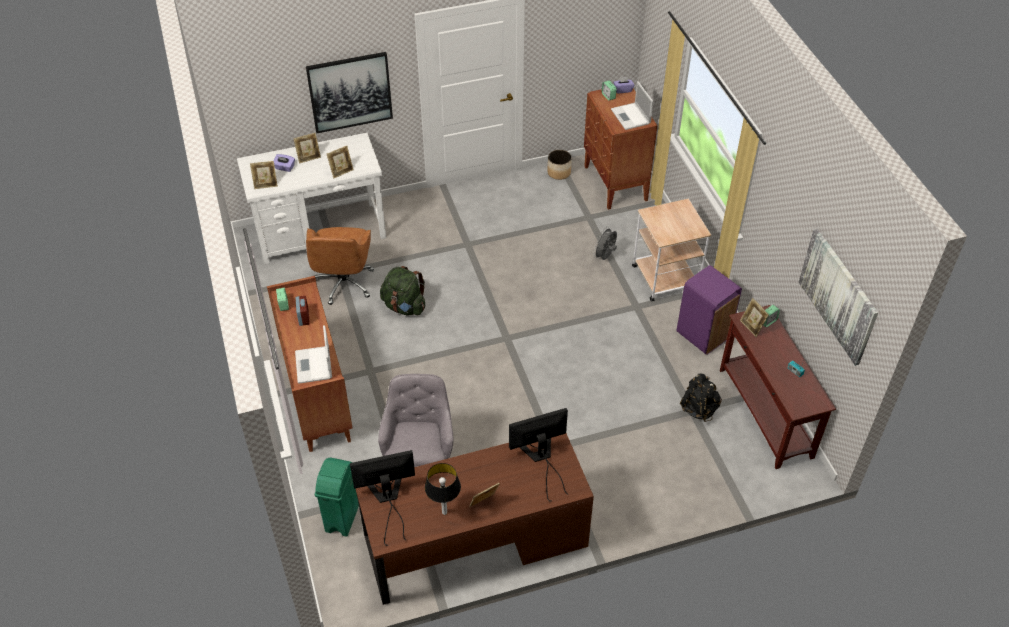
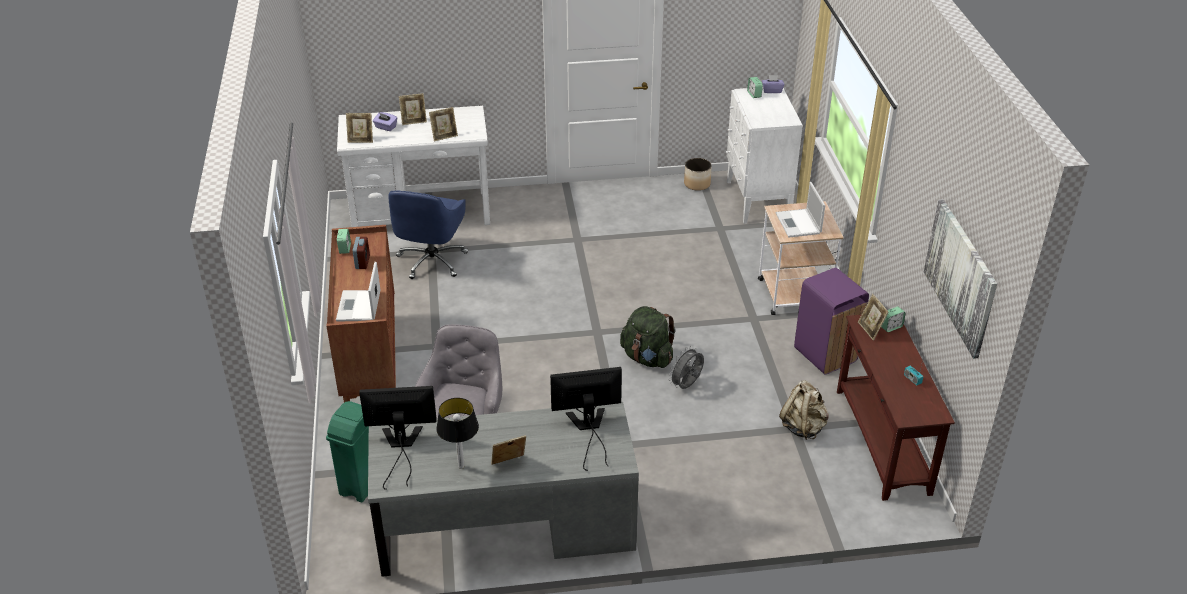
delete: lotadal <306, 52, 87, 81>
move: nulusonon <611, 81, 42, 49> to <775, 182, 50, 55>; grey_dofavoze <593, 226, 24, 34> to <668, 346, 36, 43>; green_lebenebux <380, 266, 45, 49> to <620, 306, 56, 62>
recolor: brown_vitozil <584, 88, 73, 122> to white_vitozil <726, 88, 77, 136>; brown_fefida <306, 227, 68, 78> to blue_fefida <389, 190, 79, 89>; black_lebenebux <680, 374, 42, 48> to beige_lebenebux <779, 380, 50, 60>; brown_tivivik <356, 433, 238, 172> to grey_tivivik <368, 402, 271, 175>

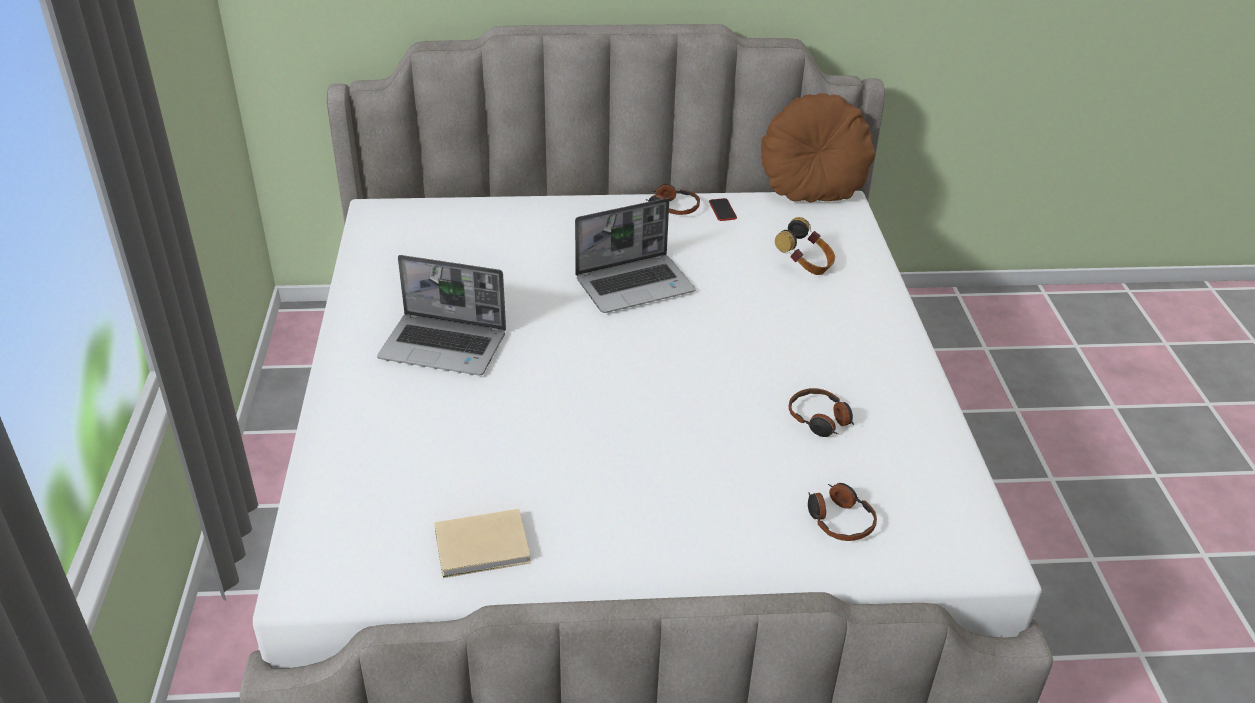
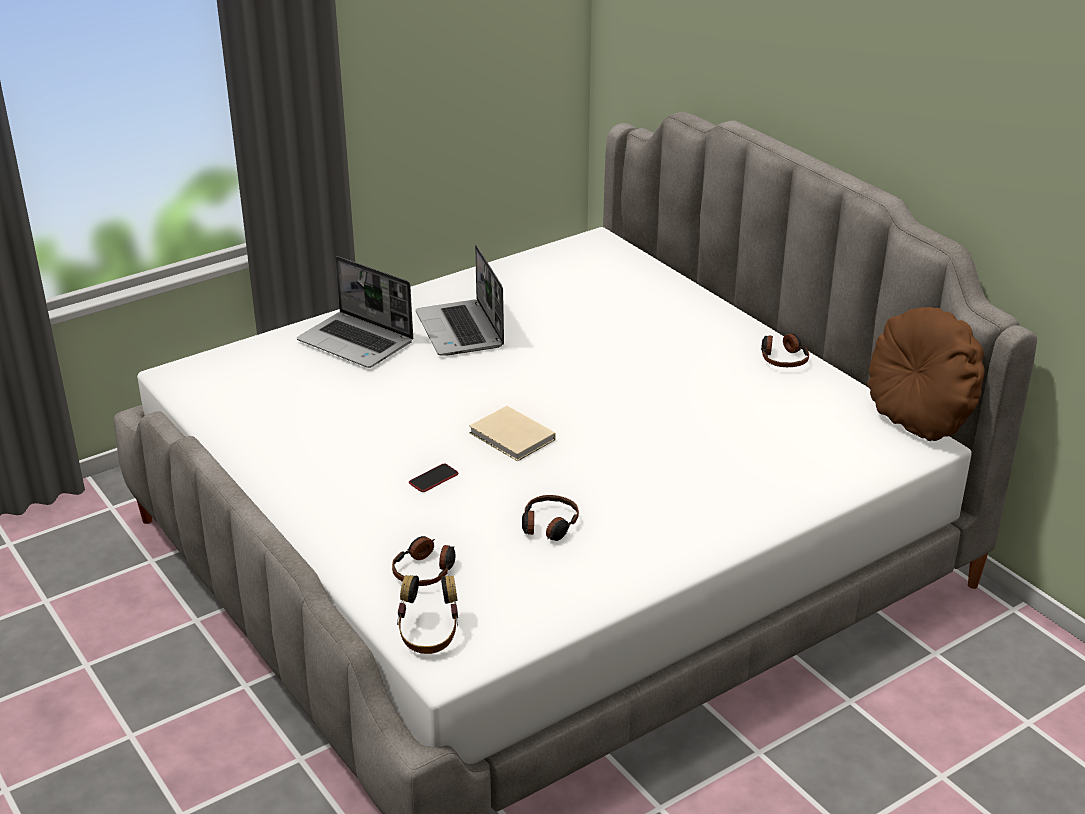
move: nulusonon <575, 198, 121, 115> to <297, 256, 116, 112>; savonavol <709, 198, 28, 23> to <409, 463, 50, 29>; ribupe <775, 217, 60, 58> to <397, 575, 61, 79>; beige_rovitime <434, 509, 97, 69> to <469, 406, 87, 55>

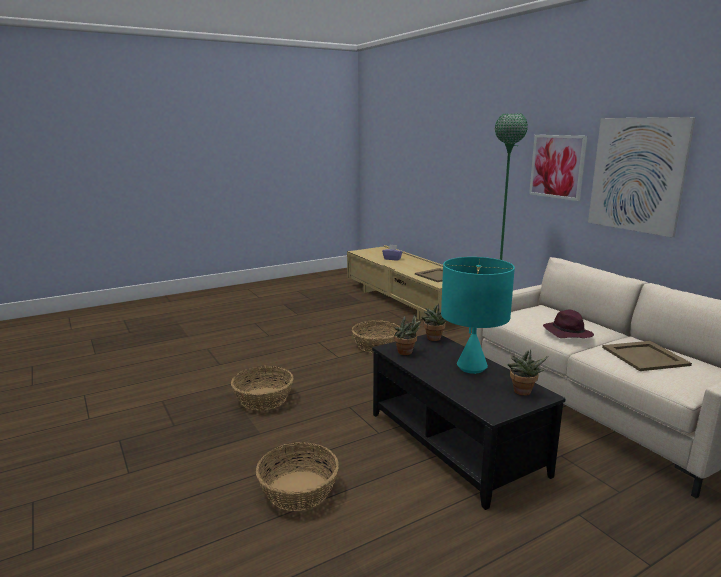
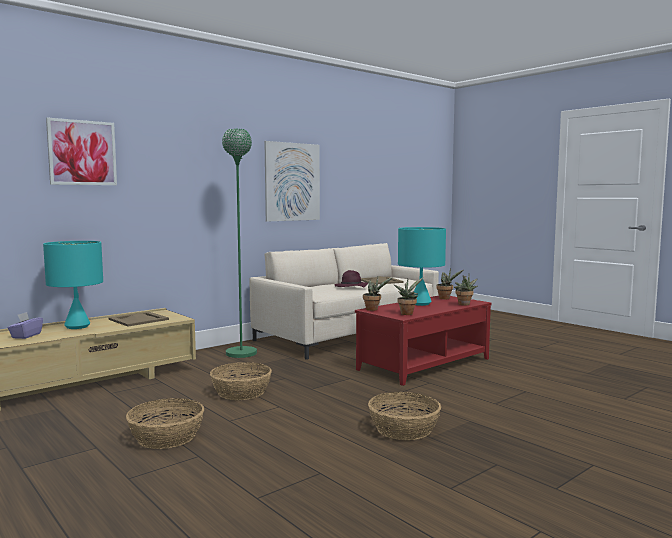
insert: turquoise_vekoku <43, 241, 60, 88>; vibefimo <454, 275, 24, 30>
move: lotadal <529, 135, 58, 66> to <46, 117, 71, 68>; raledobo <256, 442, 83, 69> to <126, 398, 78, 51>
recolor: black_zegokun <372, 334, 194, 176> to red_zegokun <355, 296, 137, 90>

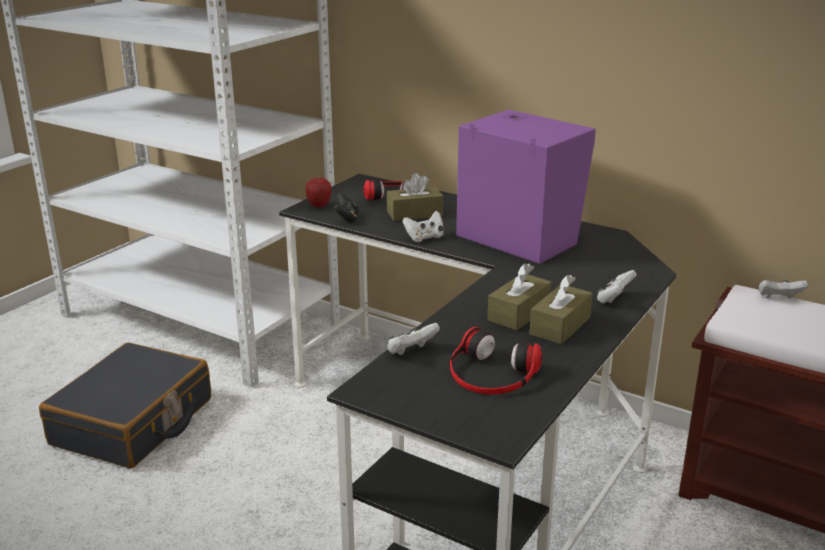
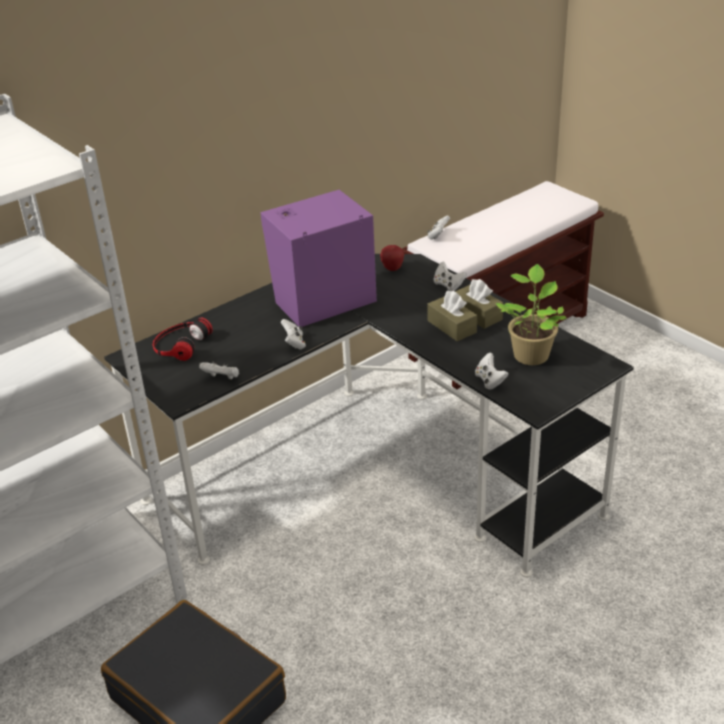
delete: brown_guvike <387, 173, 56, 48>
move: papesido <305, 177, 27, 31> to <380, 245, 24, 26>
replace: ribupe <450, 327, 92, 68> to vibefimo <496, 264, 71, 101>
recolor: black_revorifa <334, 192, 24, 31> to white_revorifa <199, 361, 40, 19>

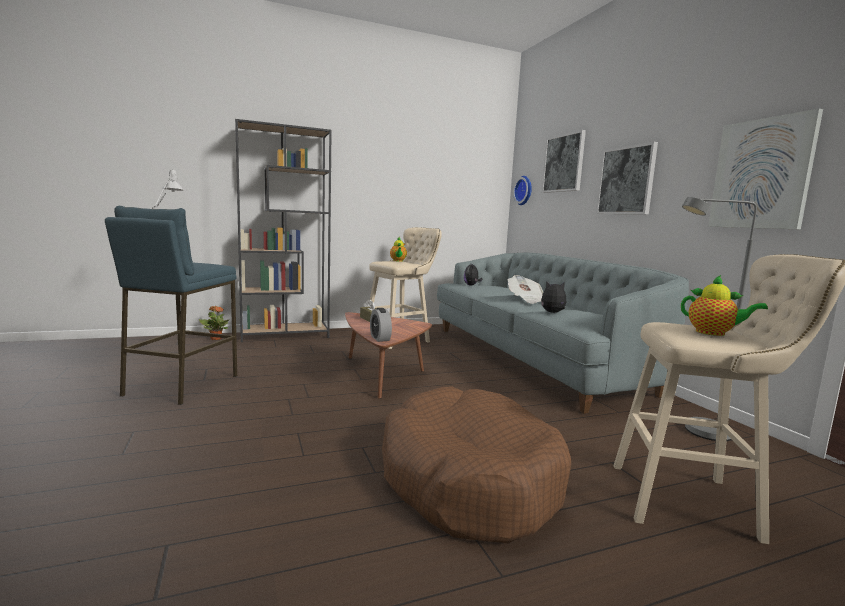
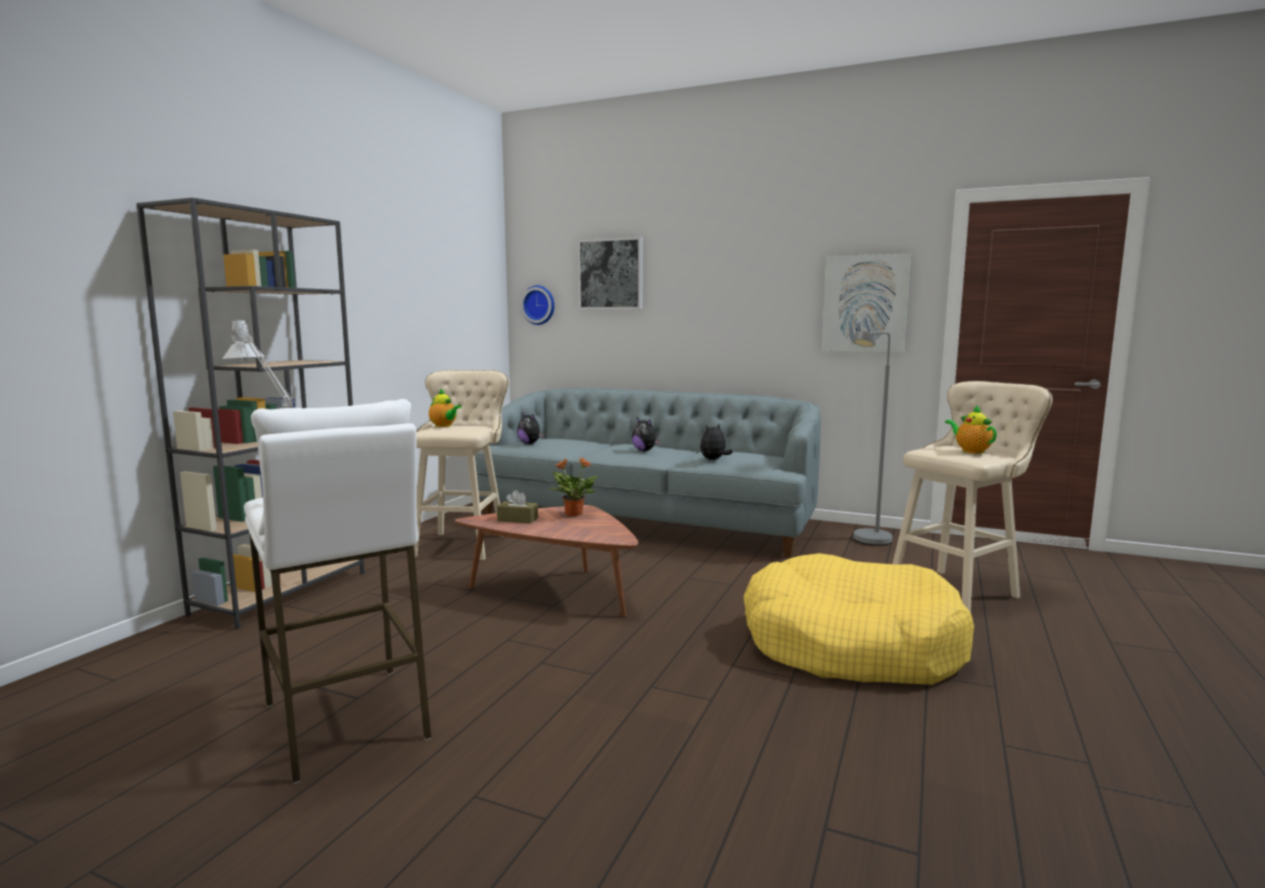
delete: lotadal <596, 142, 62, 72>; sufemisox <370, 308, 22, 34>
move: vibefimo <199, 306, 30, 34> to <548, 458, 50, 58>
replace: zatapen <508, 275, 35, 29> to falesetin <632, 418, 28, 33>
recolor: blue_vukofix <105, 206, 132, 199> to white_vukofix <244, 399, 187, 385>; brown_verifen <382, 387, 189, 156> to yellow_verifen <743, 553, 231, 132>
rotate: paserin <681, 275, 87, 61> = <945, 405, 52, 49> 105 degrees counterclockwise

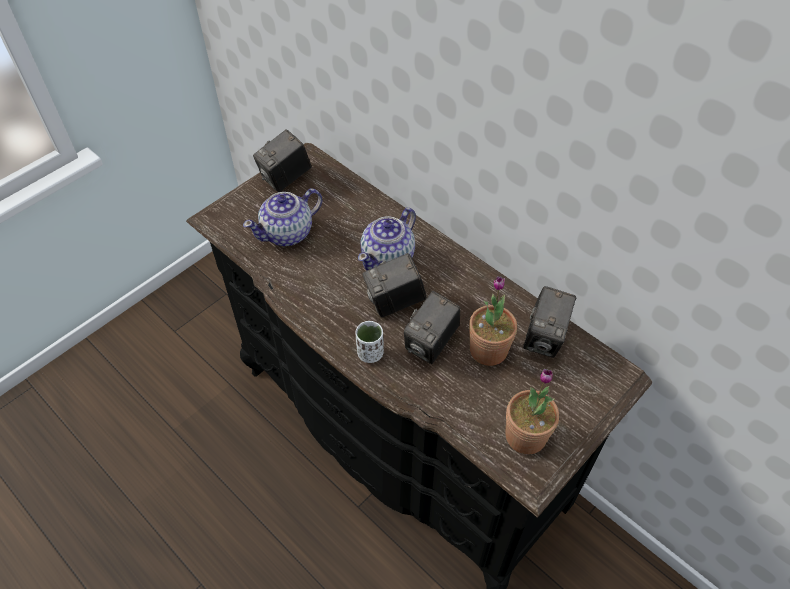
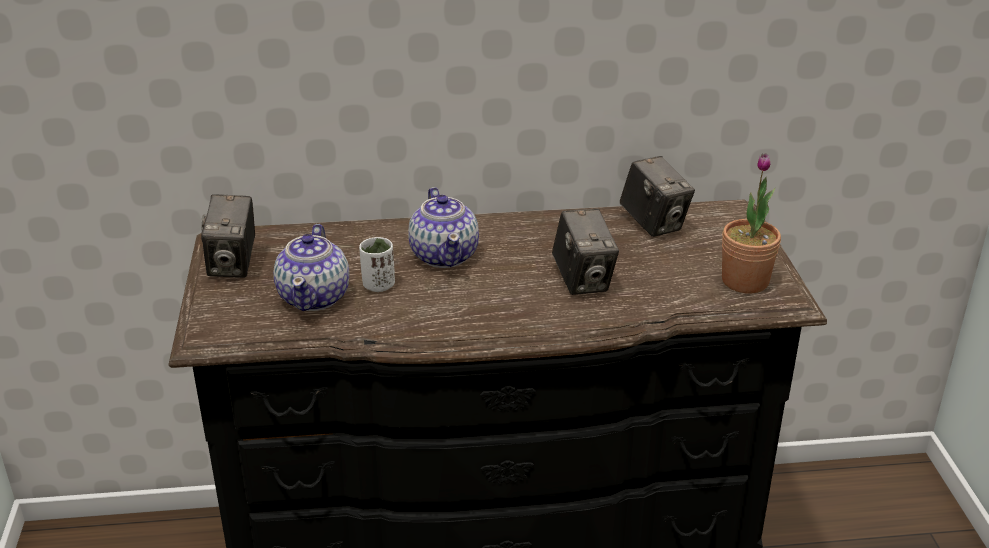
delete: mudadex <362, 253, 65, 65>; vibefimo <469, 276, 48, 90>
move: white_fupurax <355, 321, 29, 42> to <359, 237, 36, 55>

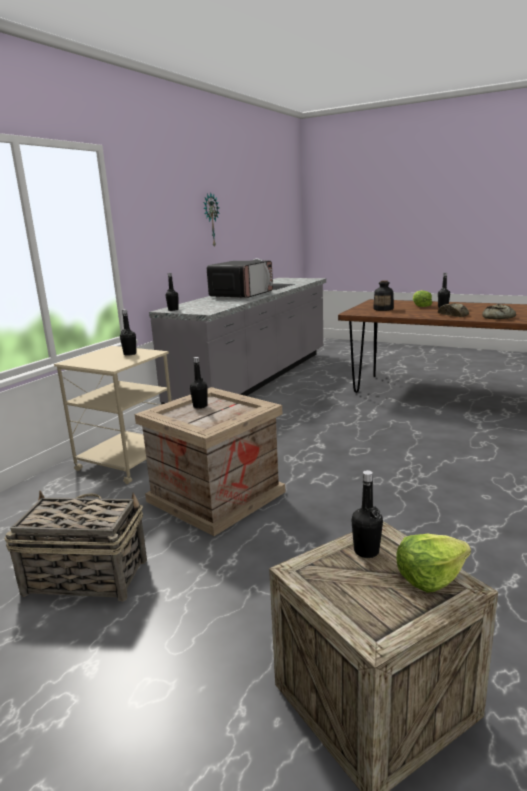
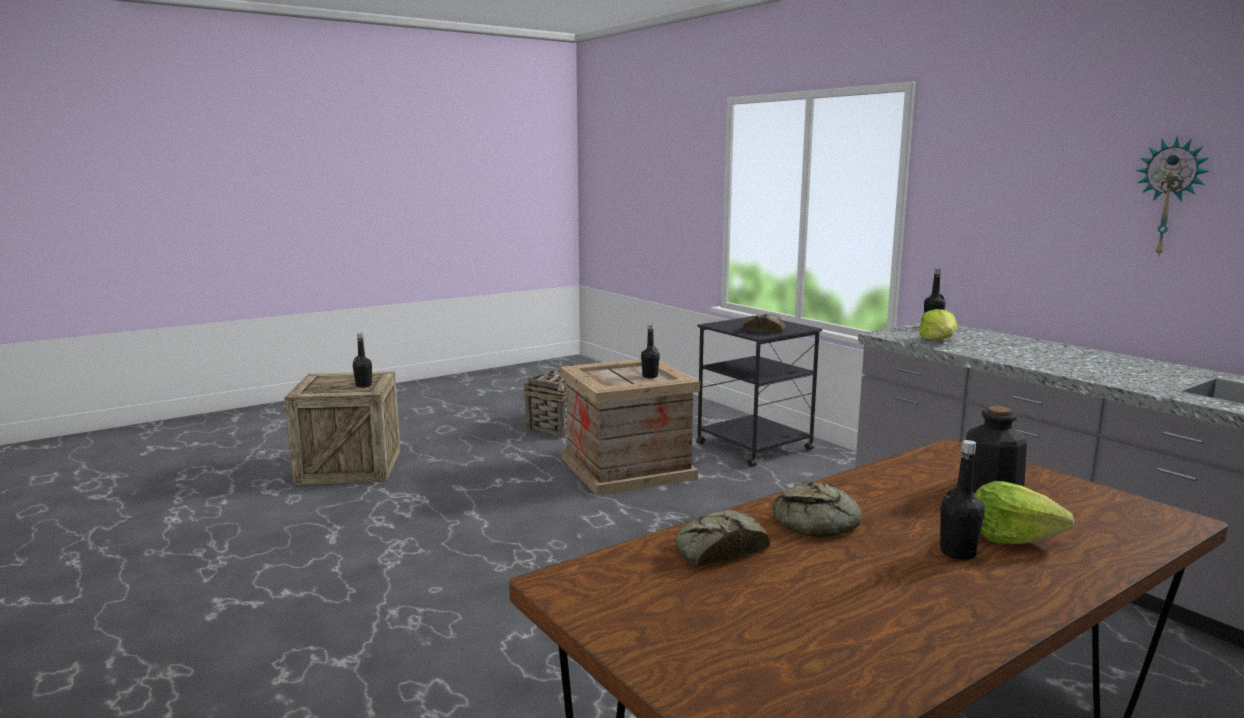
delete: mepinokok <207, 261, 66, 38>
move: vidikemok <396, 534, 75, 59> to <919, 309, 38, 31>
replace: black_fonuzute <120, 309, 17, 47> to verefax <743, 314, 42, 19>
recolor: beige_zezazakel <54, 346, 118, 138> to black_zezazakel <696, 317, 126, 150>

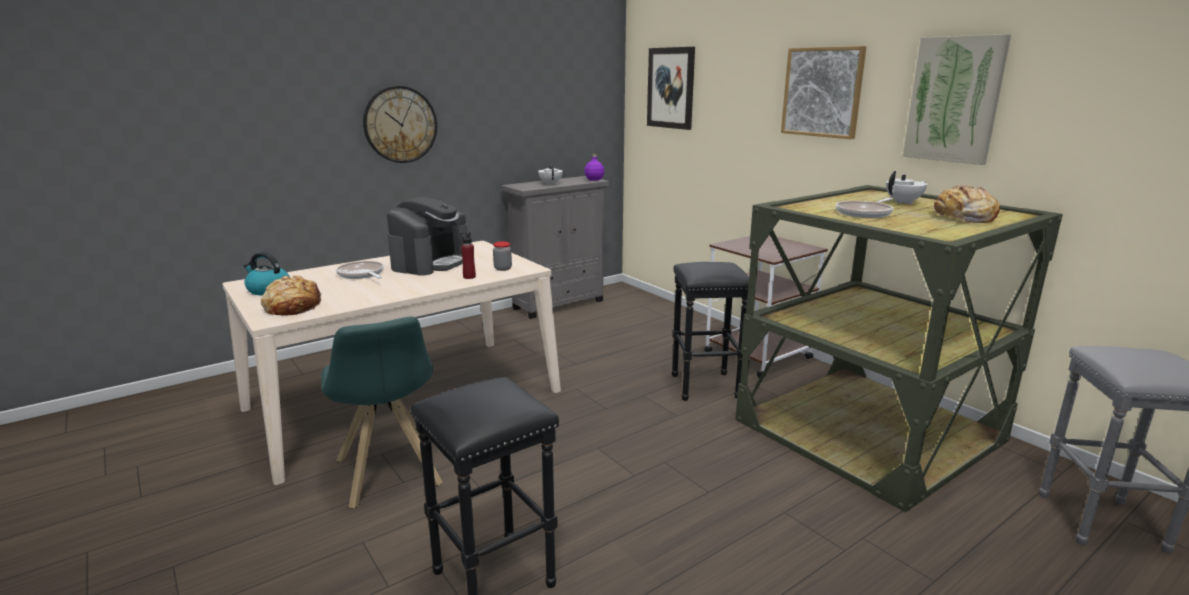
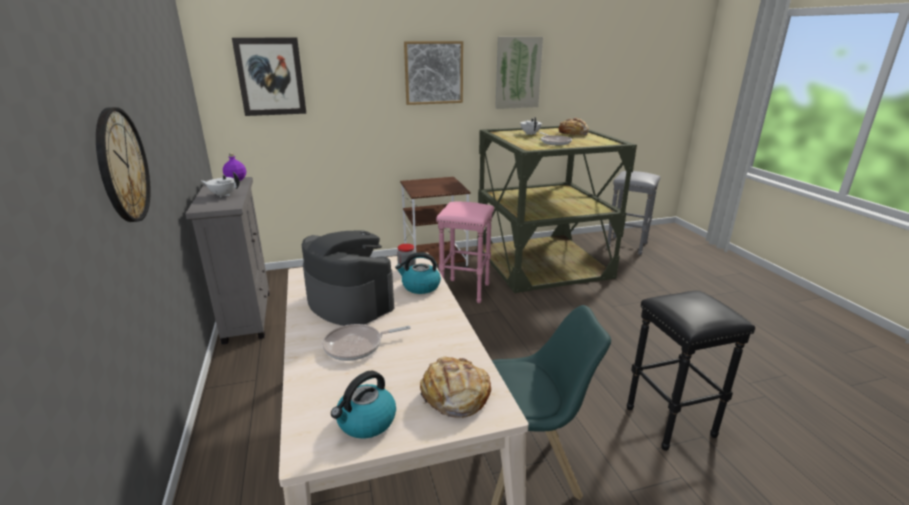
replace: red_fonuzute <460, 232, 16, 47> to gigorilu <395, 252, 46, 42>
recolor: black_vukofix <672, 262, 77, 139> to pink_vukofix <436, 202, 58, 101>

